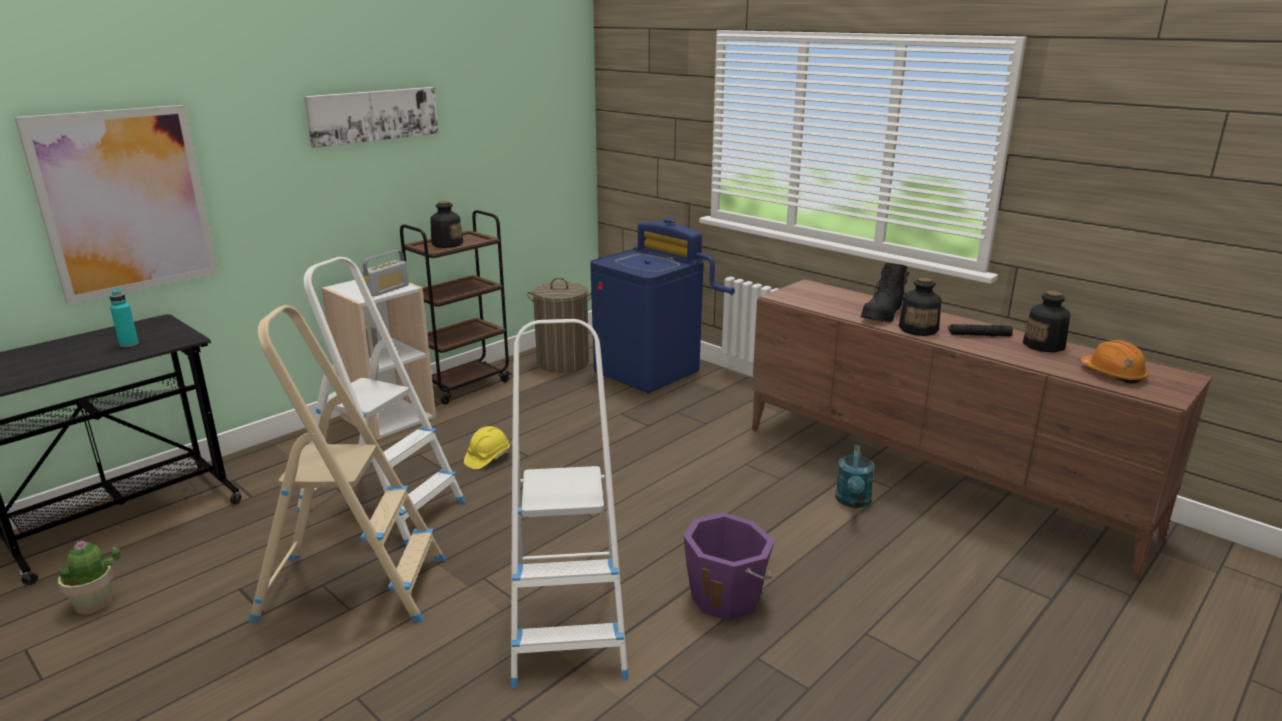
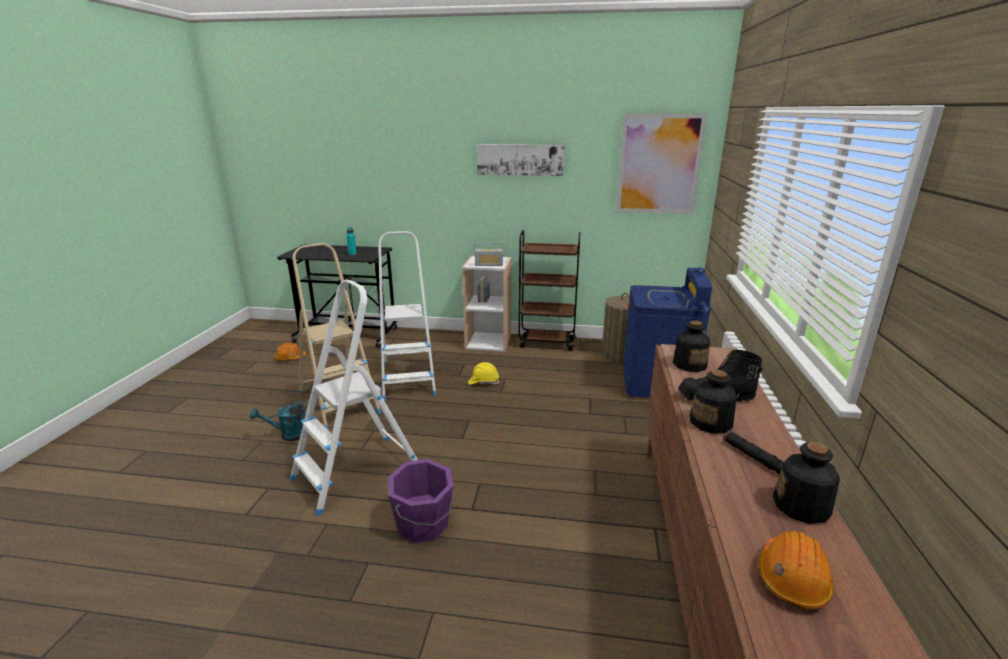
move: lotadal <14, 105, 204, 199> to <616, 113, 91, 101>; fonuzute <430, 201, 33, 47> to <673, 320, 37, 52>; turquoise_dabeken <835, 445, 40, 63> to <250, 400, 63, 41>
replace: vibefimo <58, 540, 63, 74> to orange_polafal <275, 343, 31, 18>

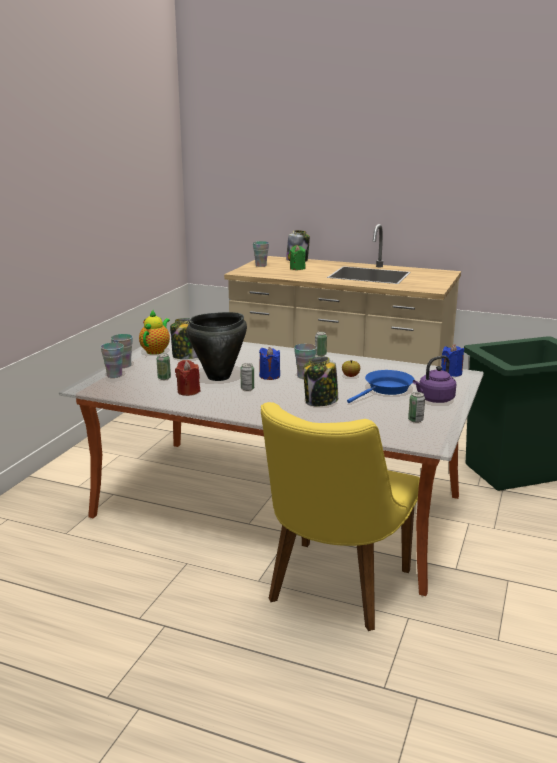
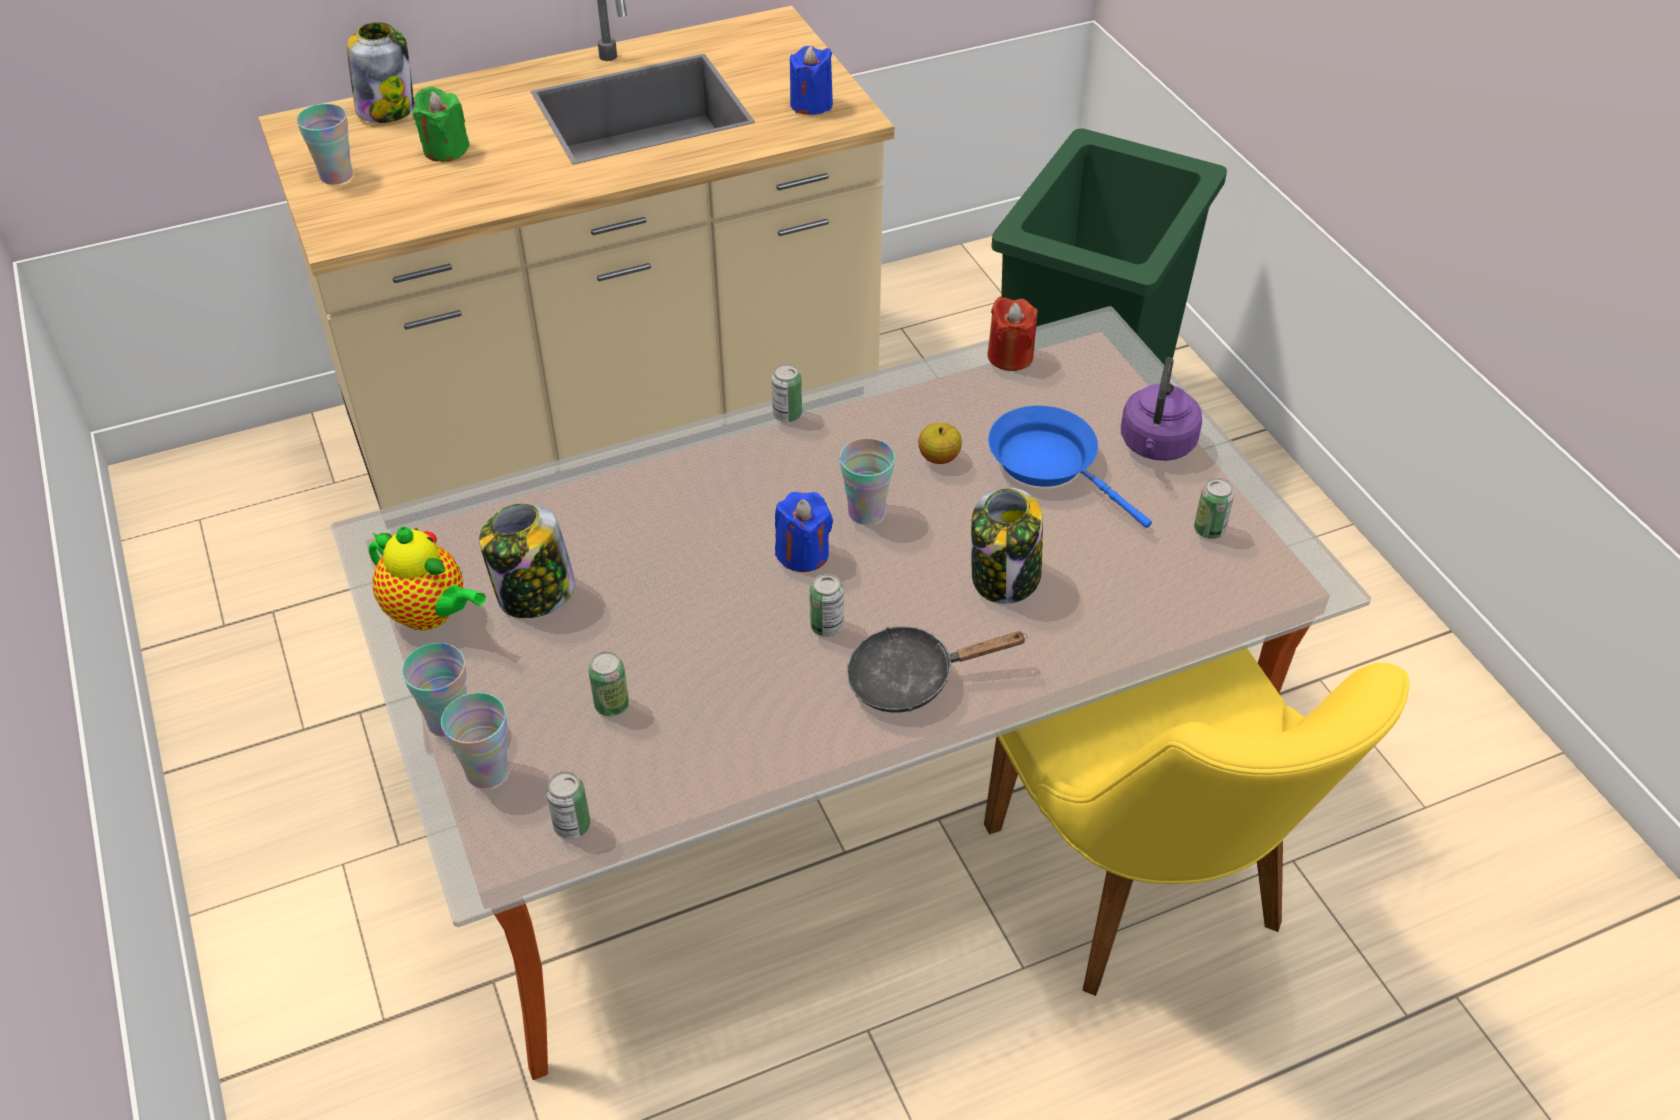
delete: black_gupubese <187, 312, 60, 69>
insert: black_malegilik <846, 626, 181, 87>; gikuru <546, 772, 44, 67>
move: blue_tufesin <441, 344, 23, 33> to <790, 45, 43, 70>; red_tufesin <175, 360, 25, 36> to <987, 297, 50, 74>
rotate: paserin <139, 310, 31, 45> = <369, 526, 117, 104> 150 degrees clockwise; blue_malegilik <347, 370, 67, 33> = <988, 406, 164, 122> 45 degrees counterclockwise

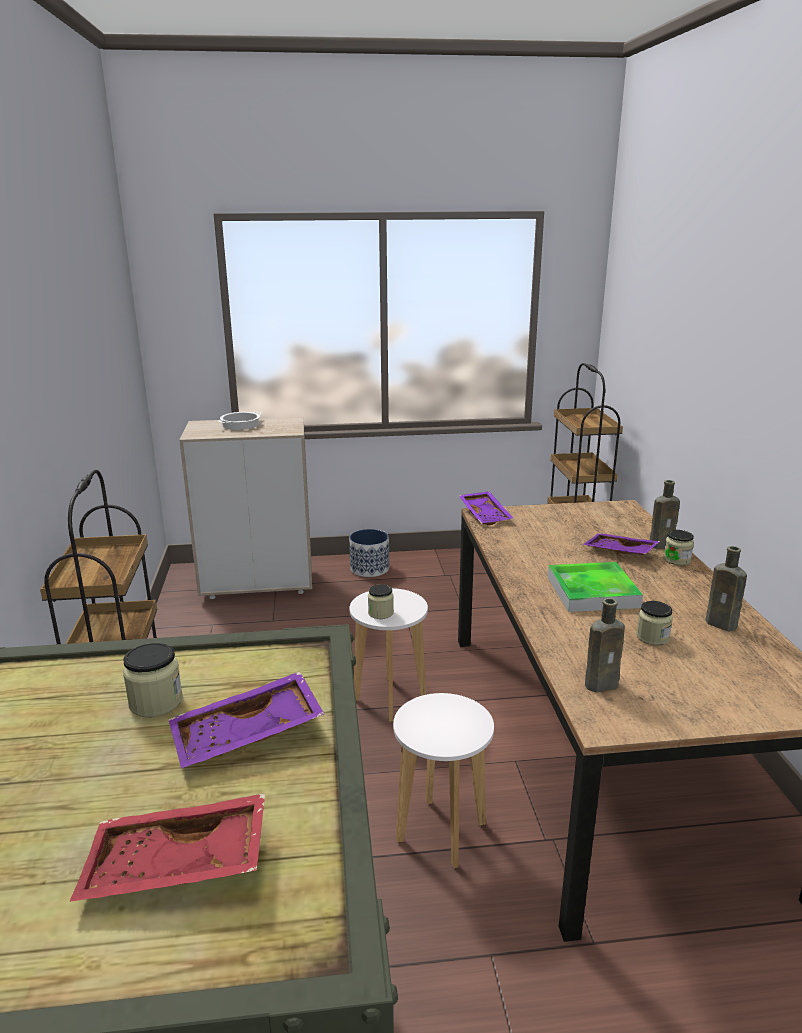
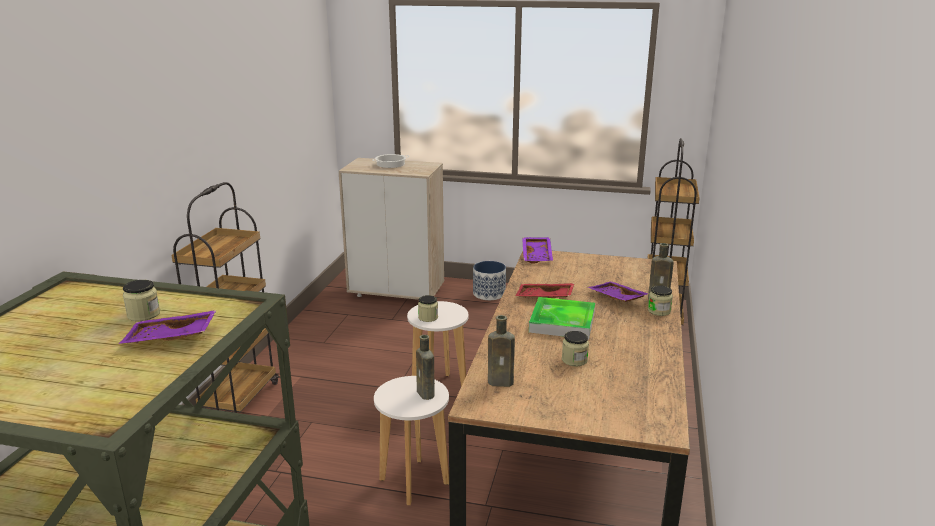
move: brown_fonuzute <706, 546, 41, 85> to <416, 335, 19, 65>; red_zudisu <69, 793, 196, 109> to <515, 283, 60, 15>

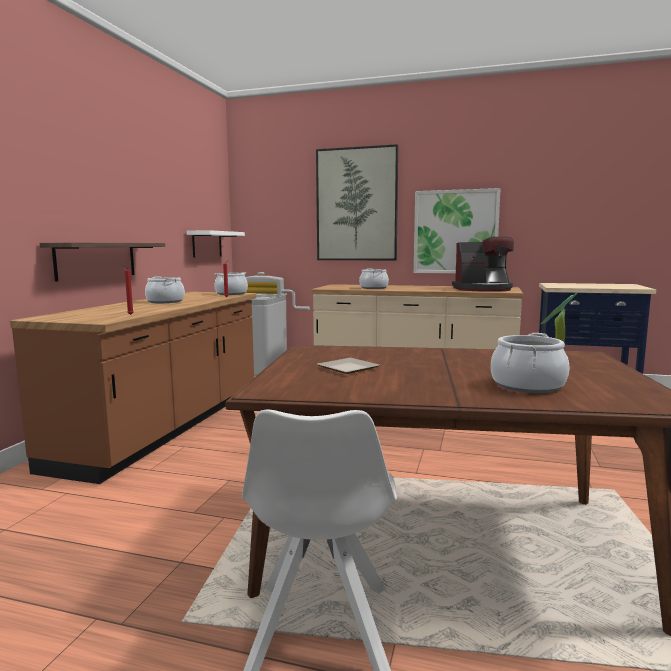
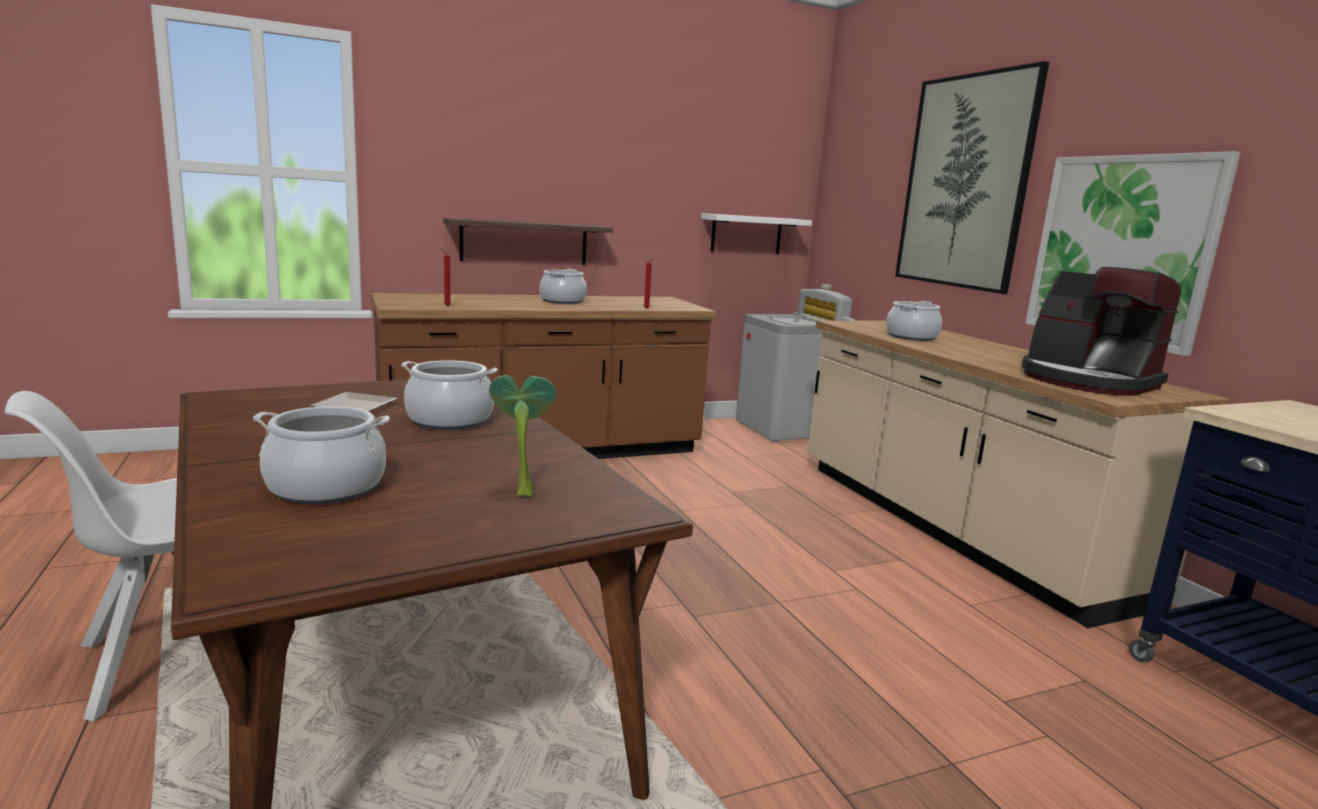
move: gupubese <214, 272, 34, 23> to <401, 360, 97, 70>

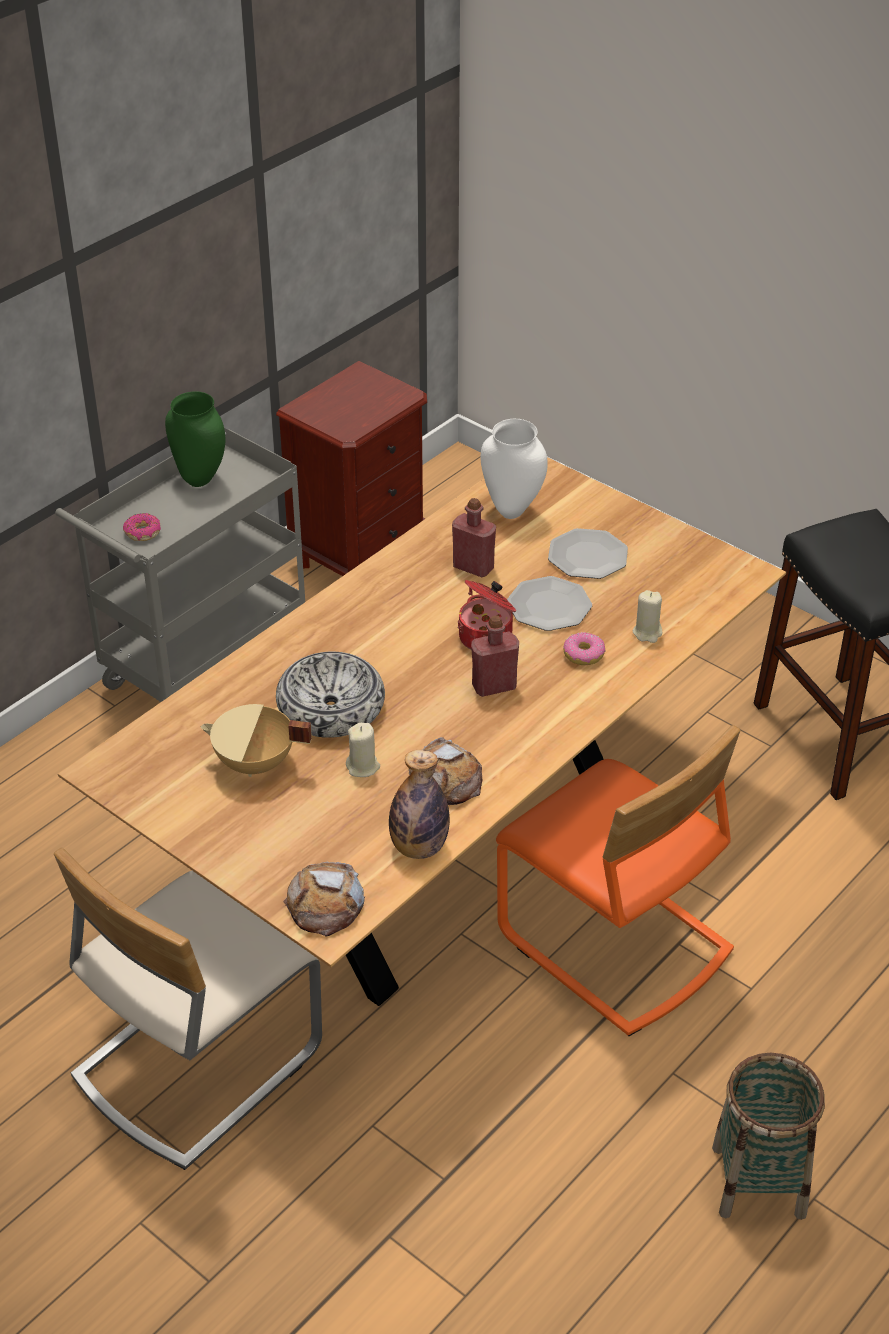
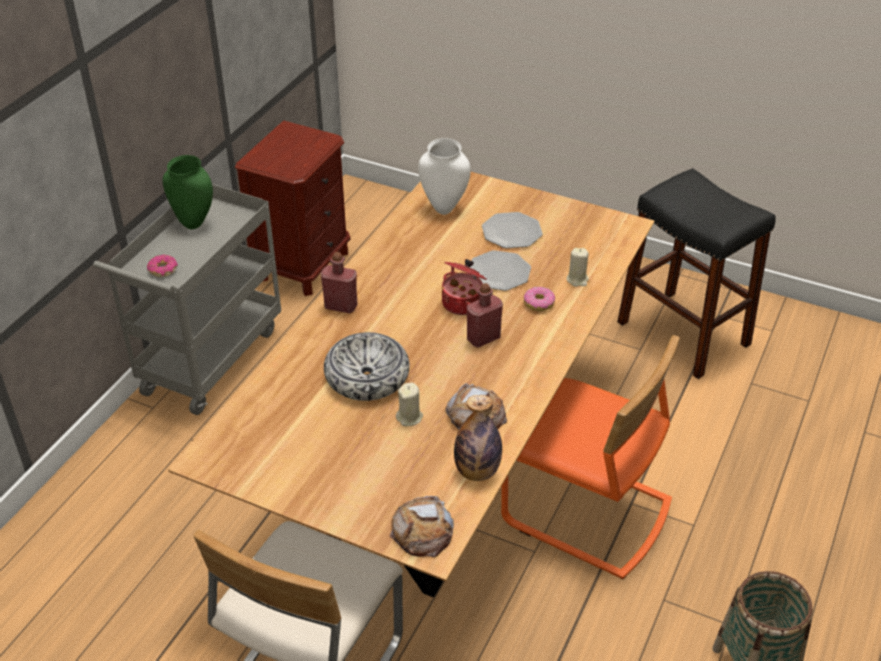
delete: beige_gupubese <201, 704, 111, 73>
move: red_fonuzute <452, 498, 44, 79> to <321, 252, 37, 61>

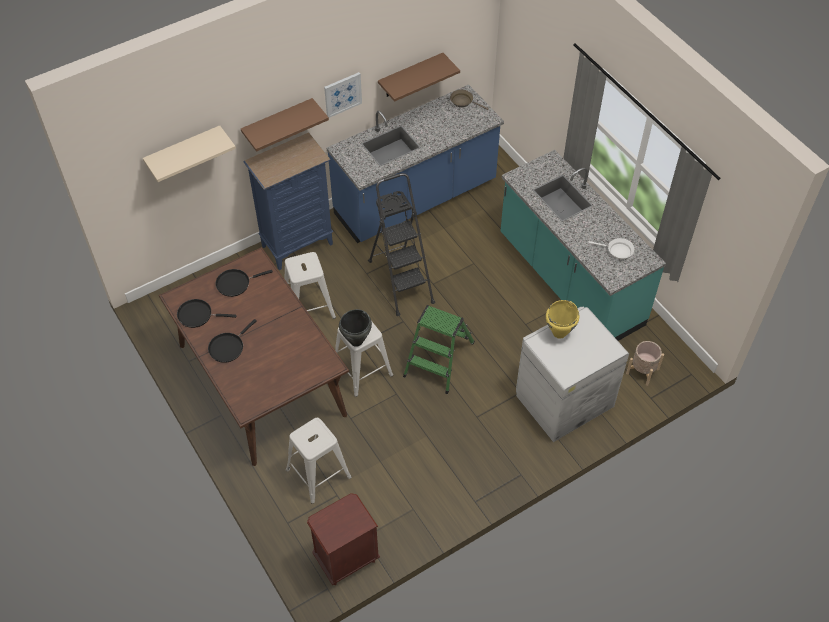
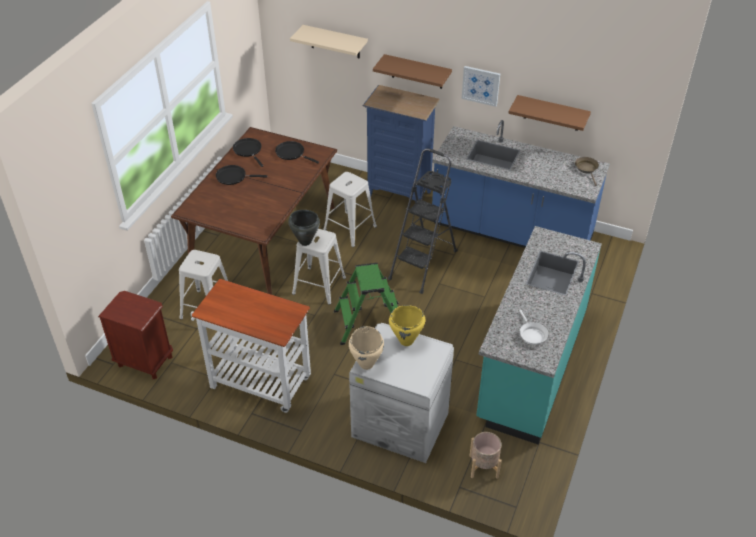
insert: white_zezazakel <190, 279, 121, 134>; beige_gupubese <349, 326, 35, 44>

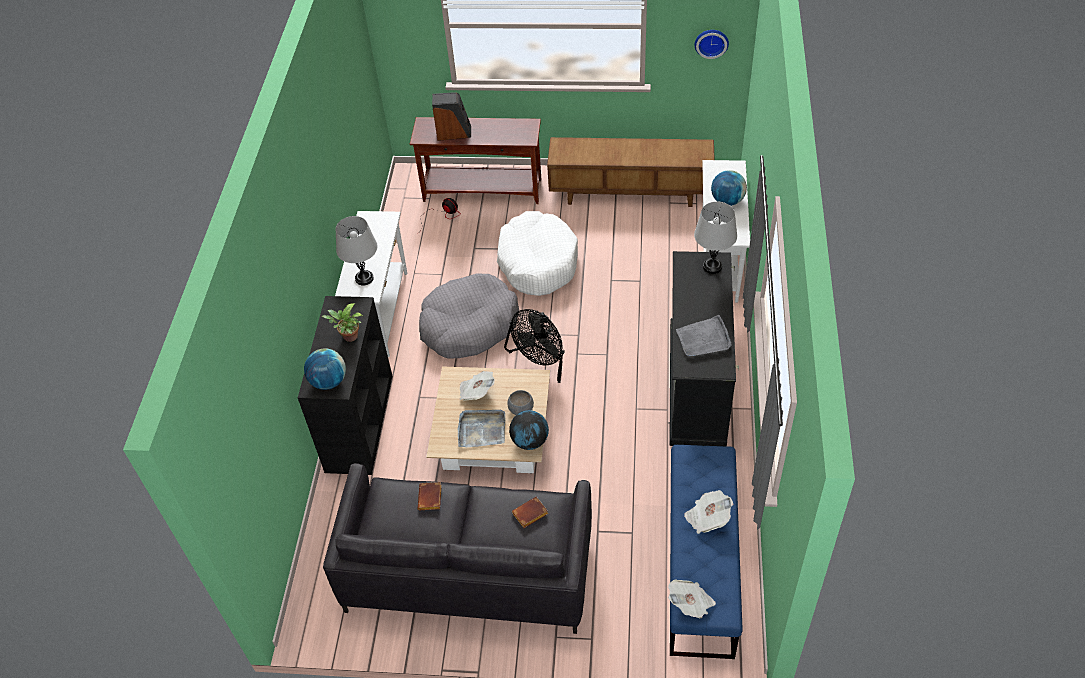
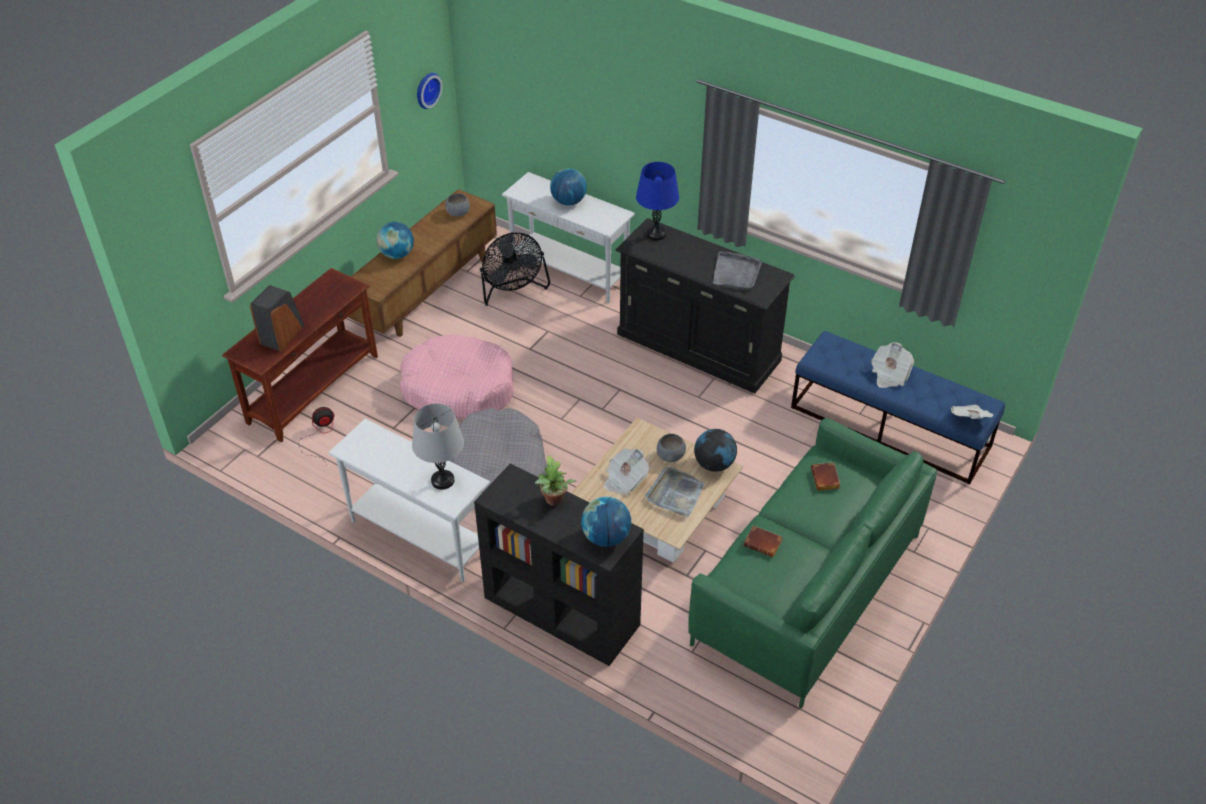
insert: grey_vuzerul <445, 194, 25, 23>; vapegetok <376, 222, 38, 37>
move: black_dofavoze <504, 309, 61, 74> to <480, 233, 70, 73>
recolor: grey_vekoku <694, 202, 43, 72> to blue_vekoku <636, 162, 43, 79>; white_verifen <497, 211, 81, 85> to pink_verifen <399, 334, 115, 85>; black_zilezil <323, 463, 269, 171> to green_zilezil <688, 418, 249, 290>

